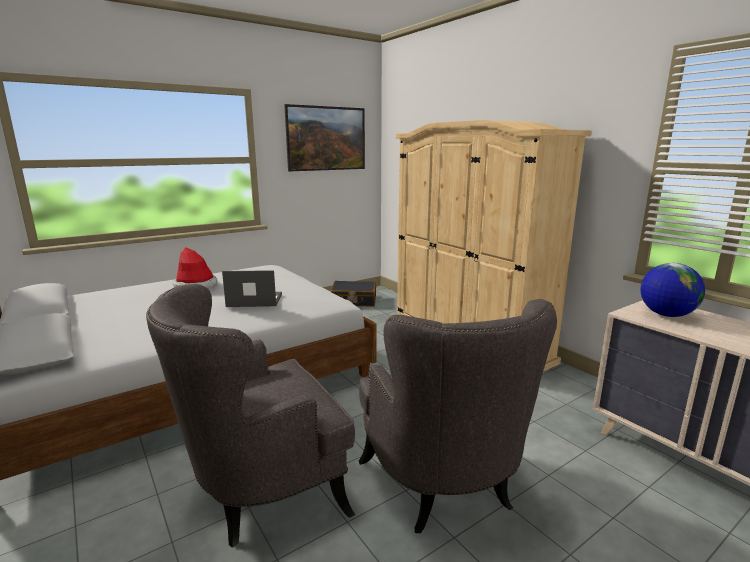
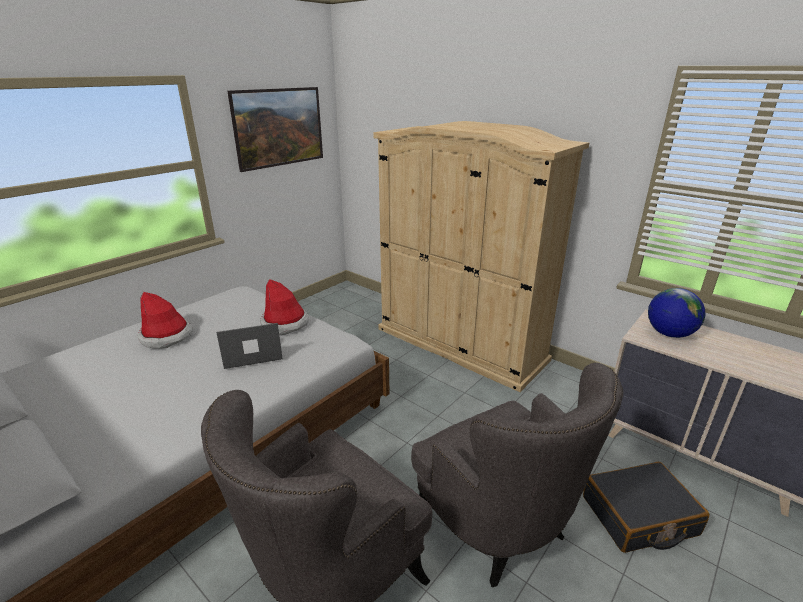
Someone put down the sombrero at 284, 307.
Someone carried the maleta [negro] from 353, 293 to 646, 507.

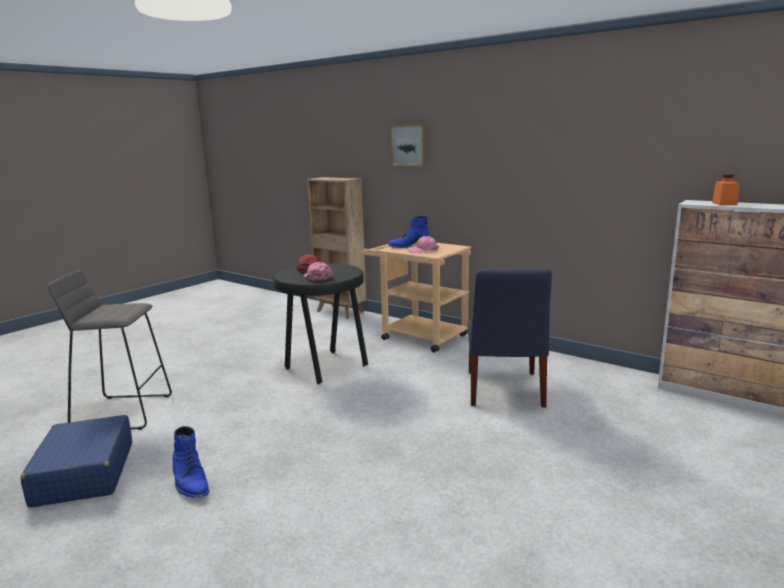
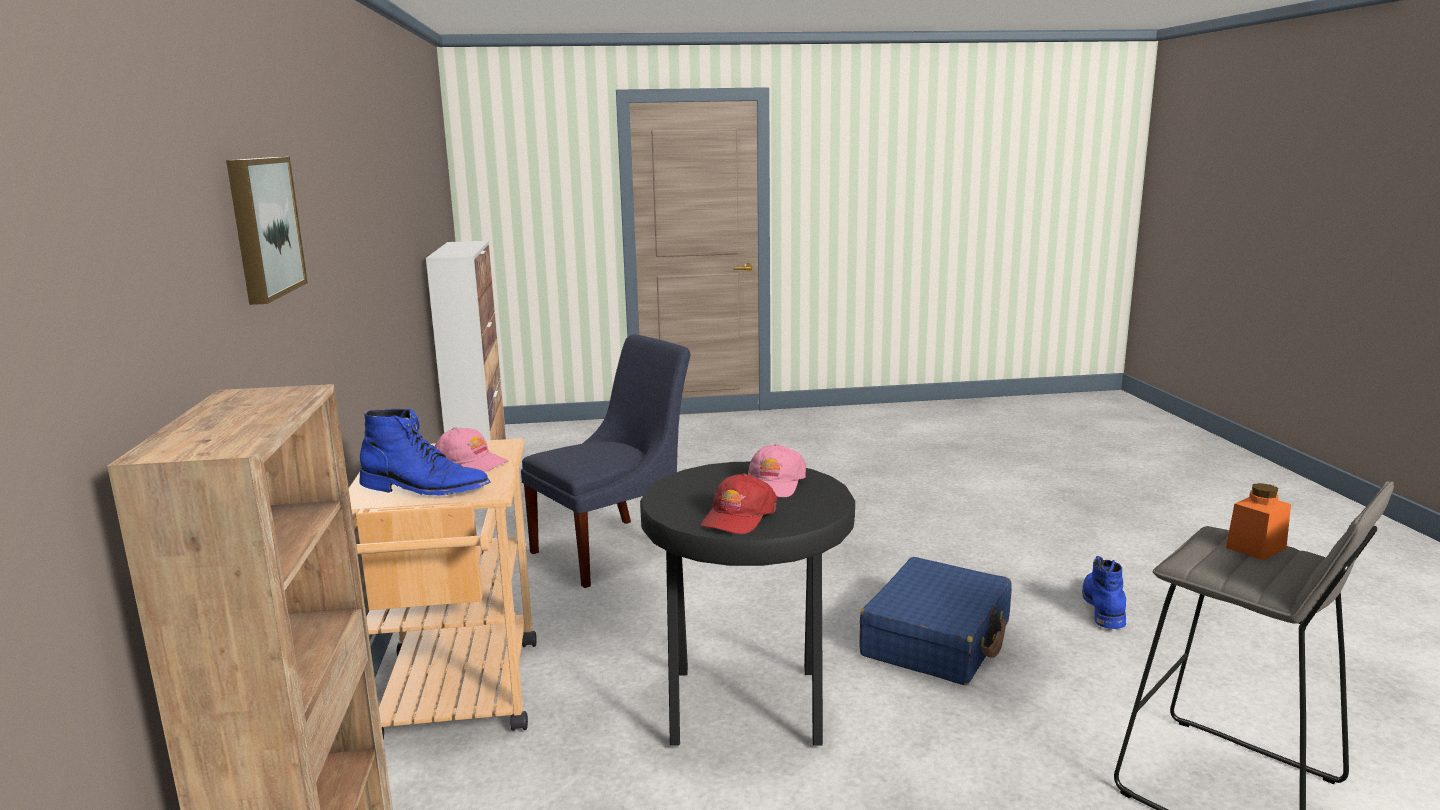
Someone carried the maleta [azul] from 76, 461 to 935, 621.
Someone carried the tarro [naranja] from 725, 189 to 1258, 521.

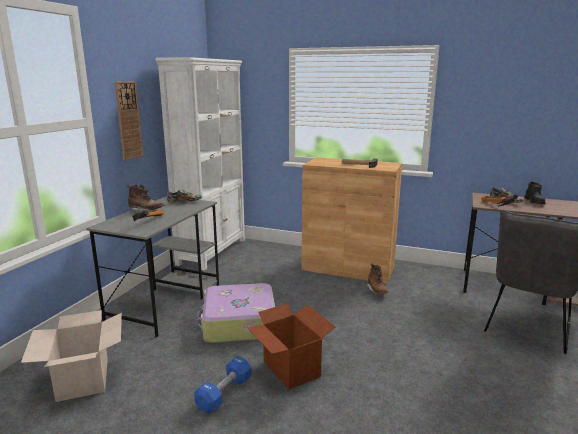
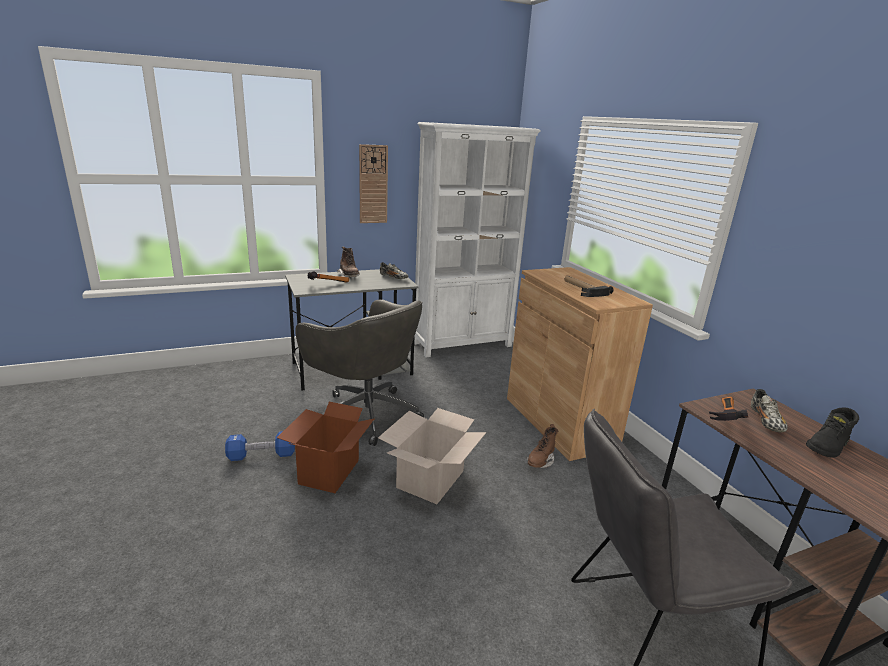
Someone carried the caja de cartón from 71, 356 to 432, 456.
Someone swapped the maleta at 235, 313 for the silla de oficina [gris] at 359, 372.

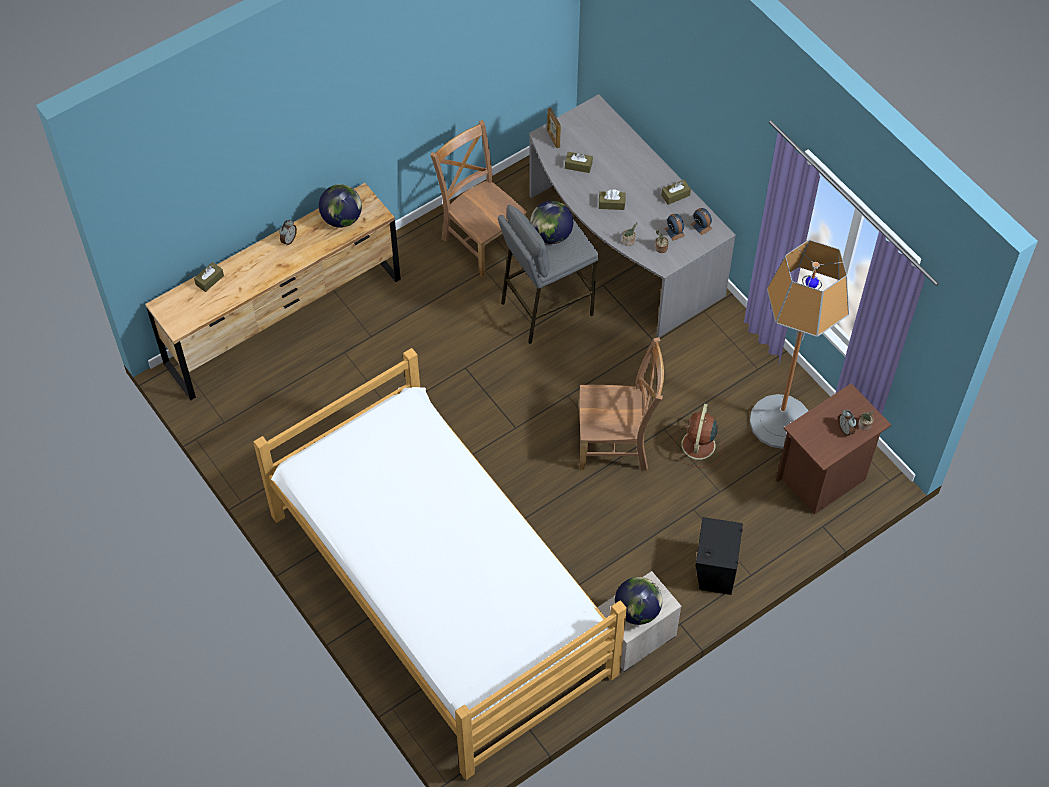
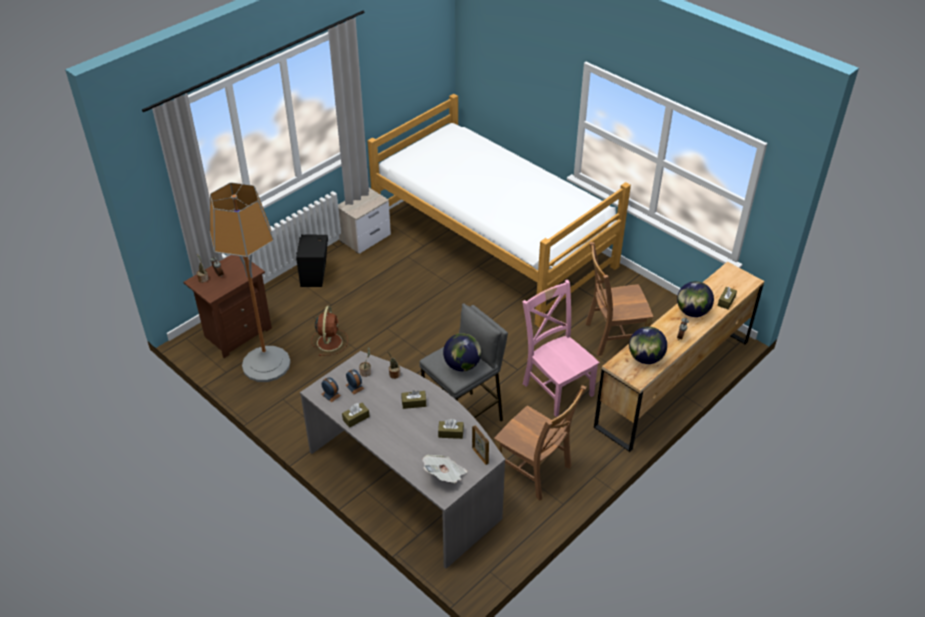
Someone put down the periódico at 444, 469.
Someone put down the silla [rosa] at 561, 348.
Someone carried the silla [marrón] from 621, 404 to 619, 299.
Someone carried the globo terráqueo from 638, 601 to 695, 299.

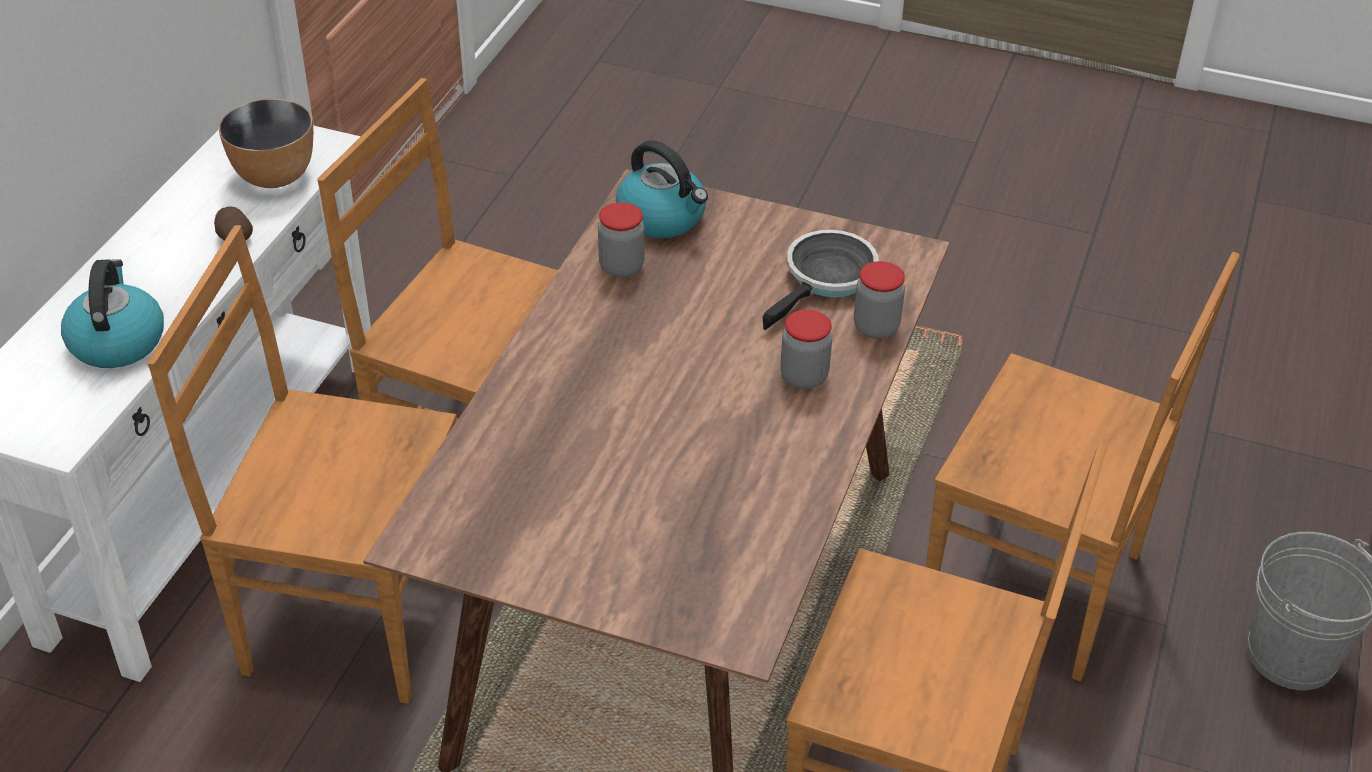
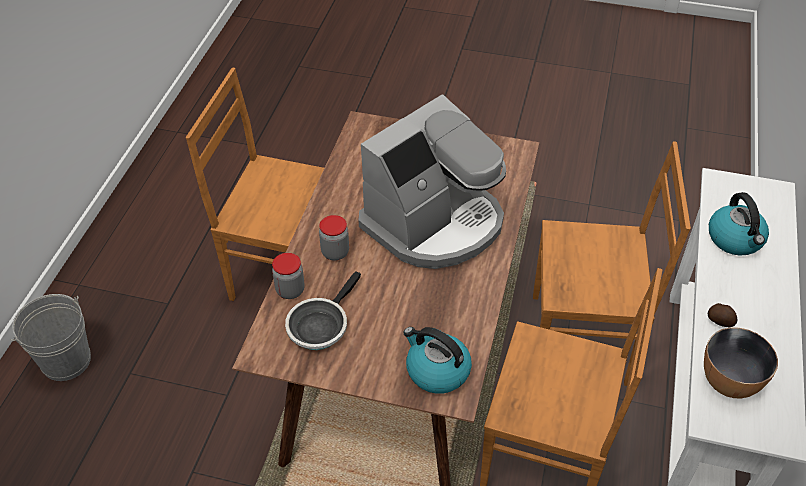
Someone took away the tarro at 621, 240.
Someone took away the silla [marrón] at 1083, 466.
Someone put down the cafetera at 432, 181.

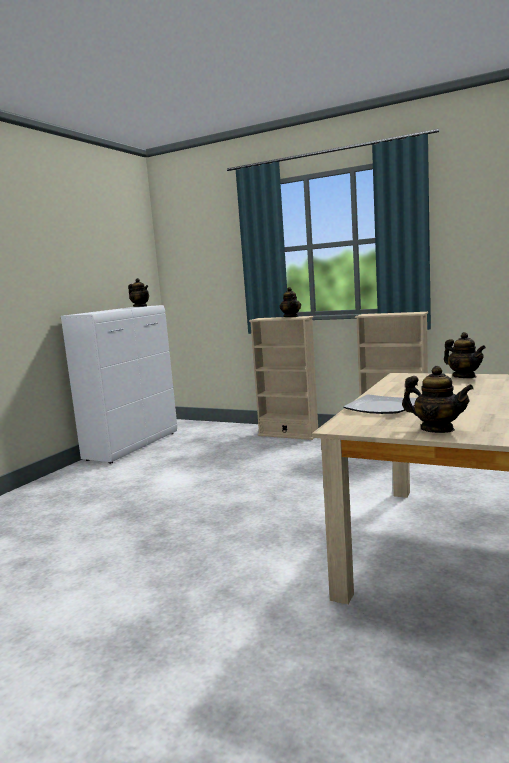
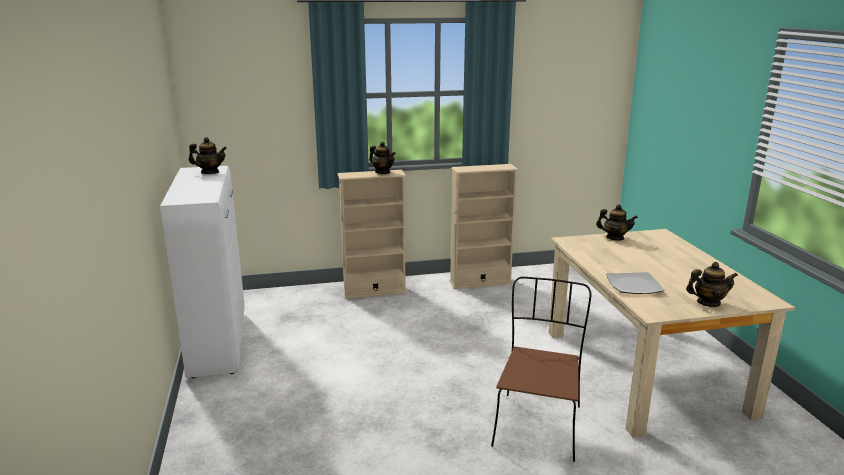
Someone put down the silla [marrón] at 541, 369.

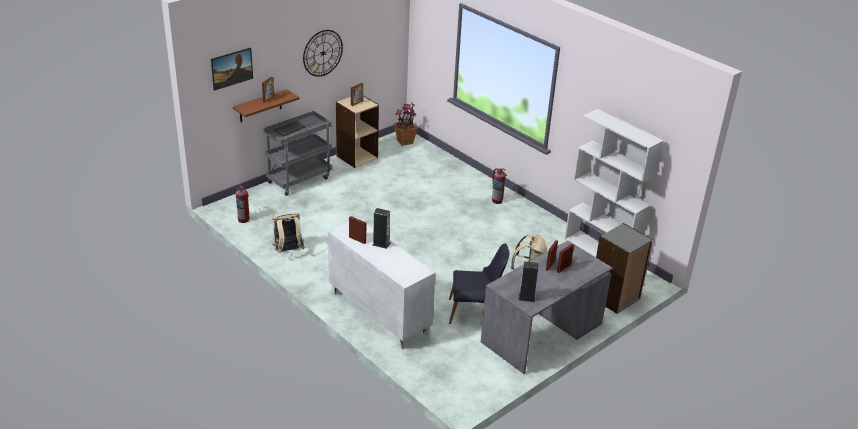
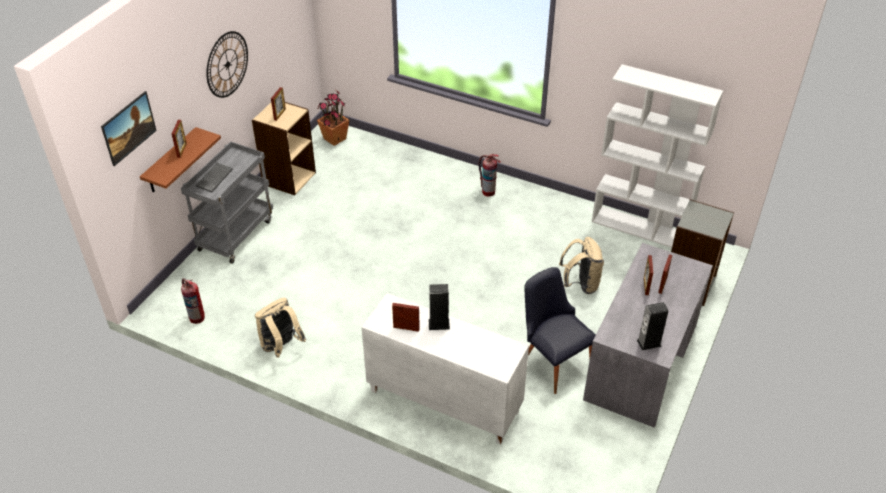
Someone rotated the silla [negro] at 479, 283 by 105 degrees counterclockwise.

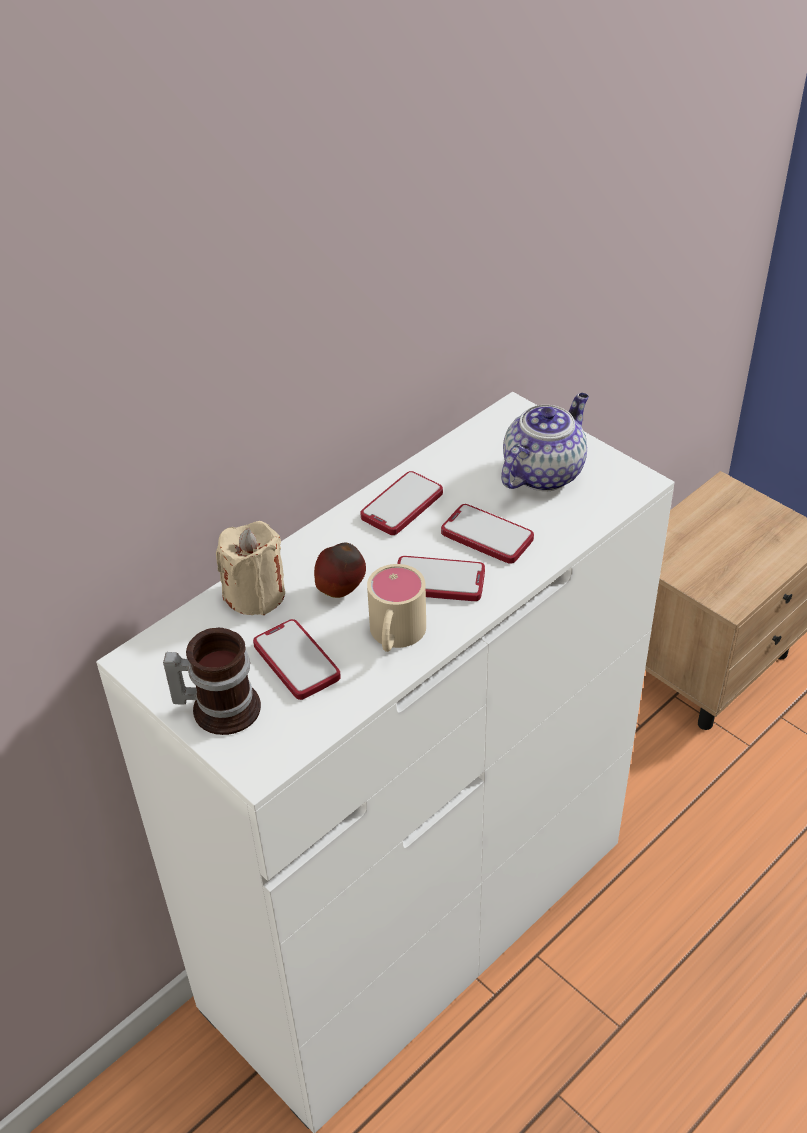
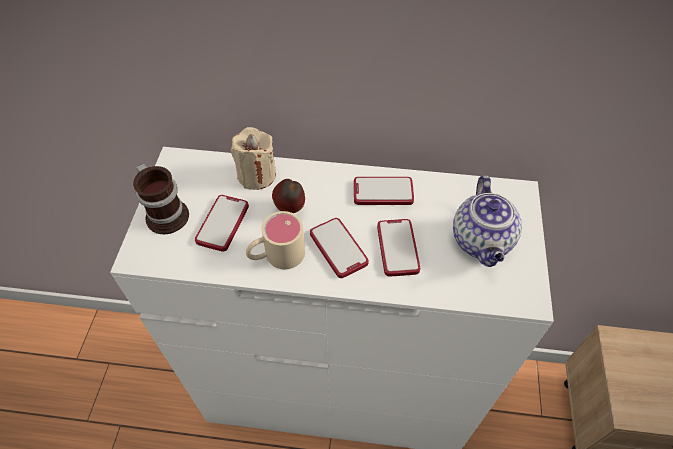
Someone rotated the tetera at 545, 442 by 90 degrees clockwise.

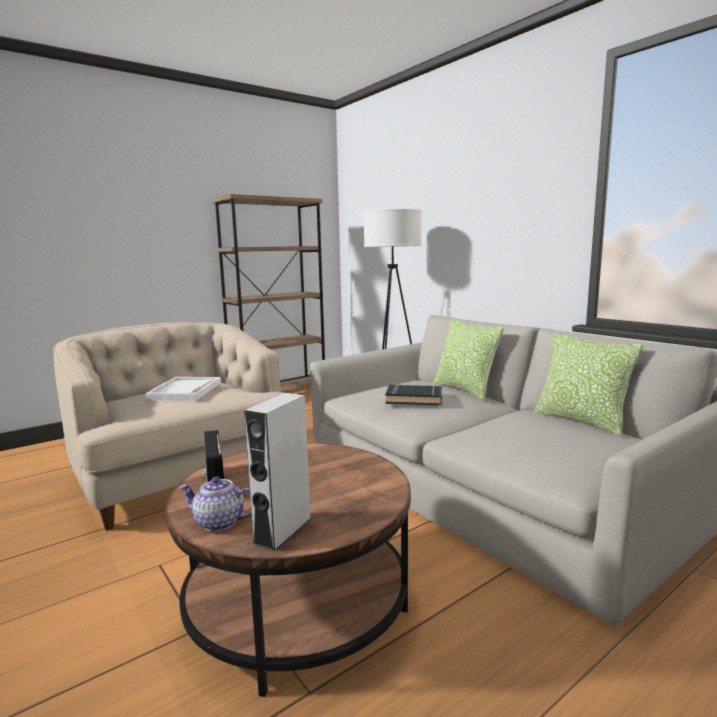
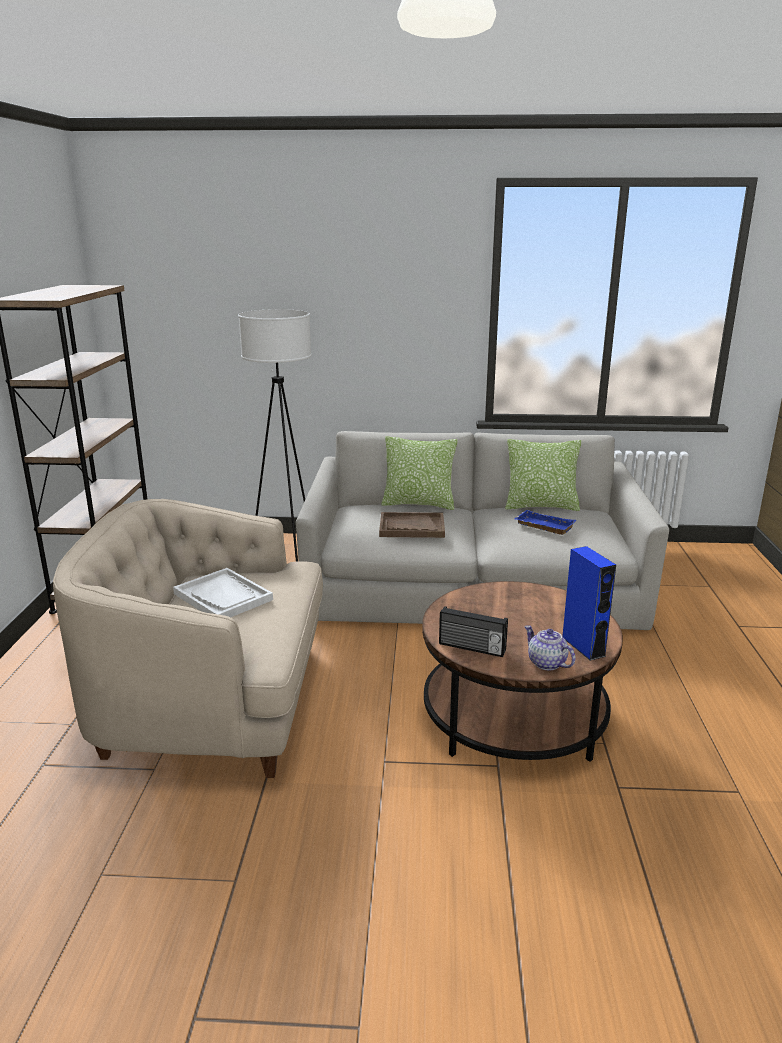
Someone put down the bandeja [azul] at 545, 522.
Someone swapped the libro [negro] at 413, 395 for the bandeja [marrón] at 412, 525.
Someone repainted the altavoz [gris] at 278, 472, which became the altavoz [azul] at 589, 603.
Someone rotated the tetera at 215, 504 by 90 degrees clockwise.

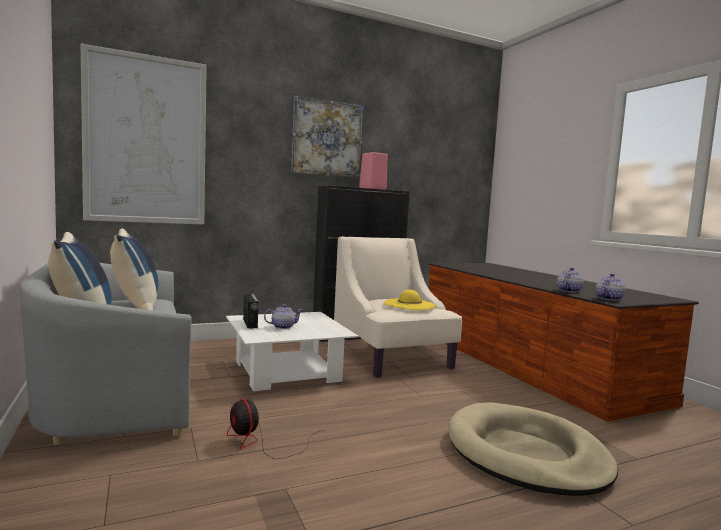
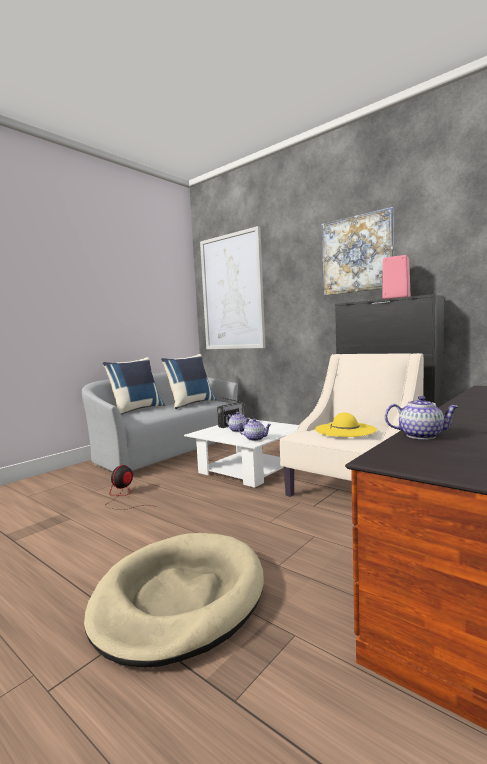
Someone carried the tetera from 610, 287 to 255, 430.

